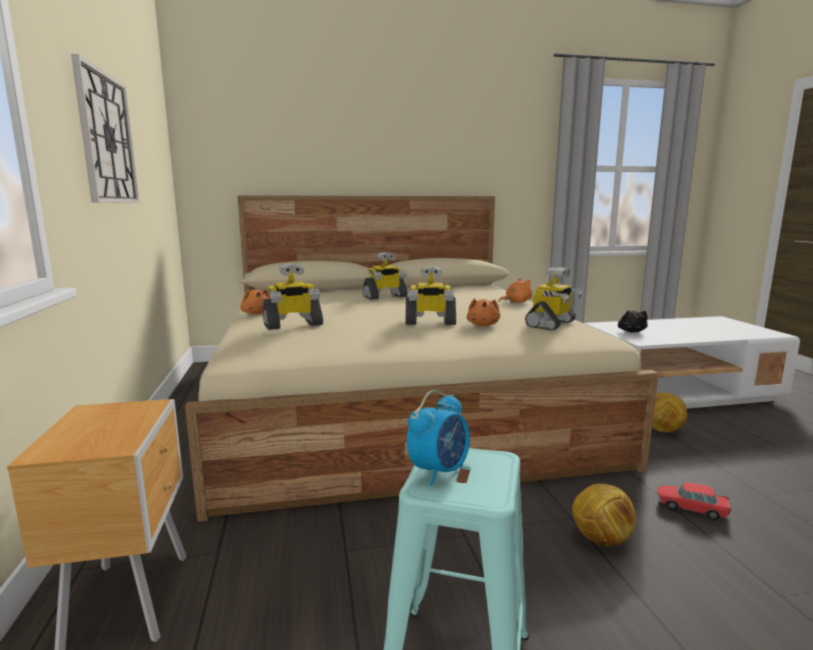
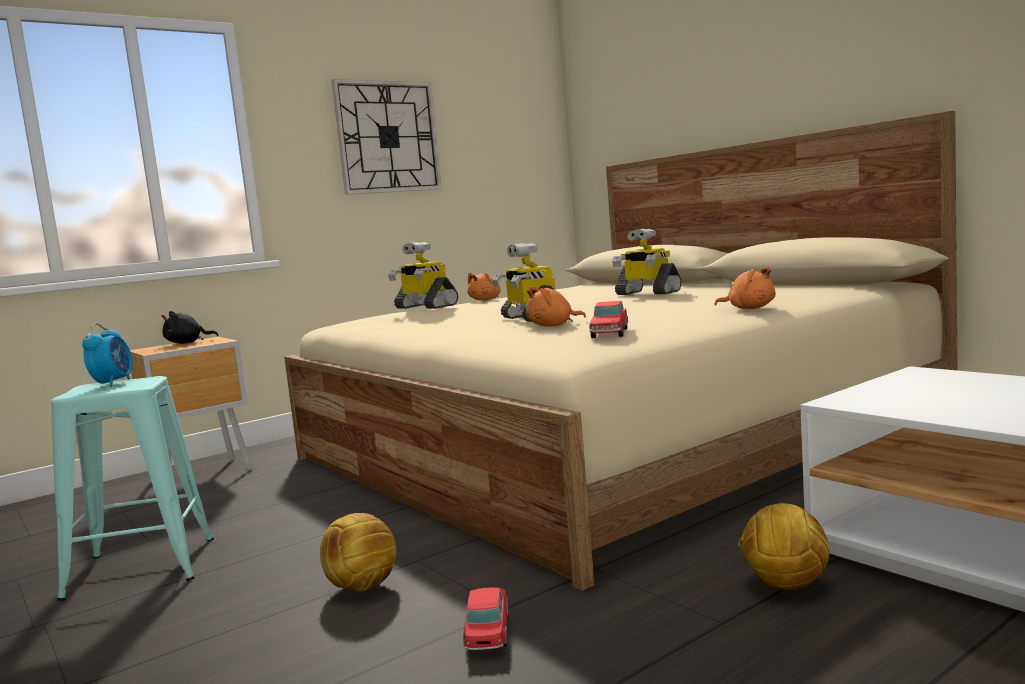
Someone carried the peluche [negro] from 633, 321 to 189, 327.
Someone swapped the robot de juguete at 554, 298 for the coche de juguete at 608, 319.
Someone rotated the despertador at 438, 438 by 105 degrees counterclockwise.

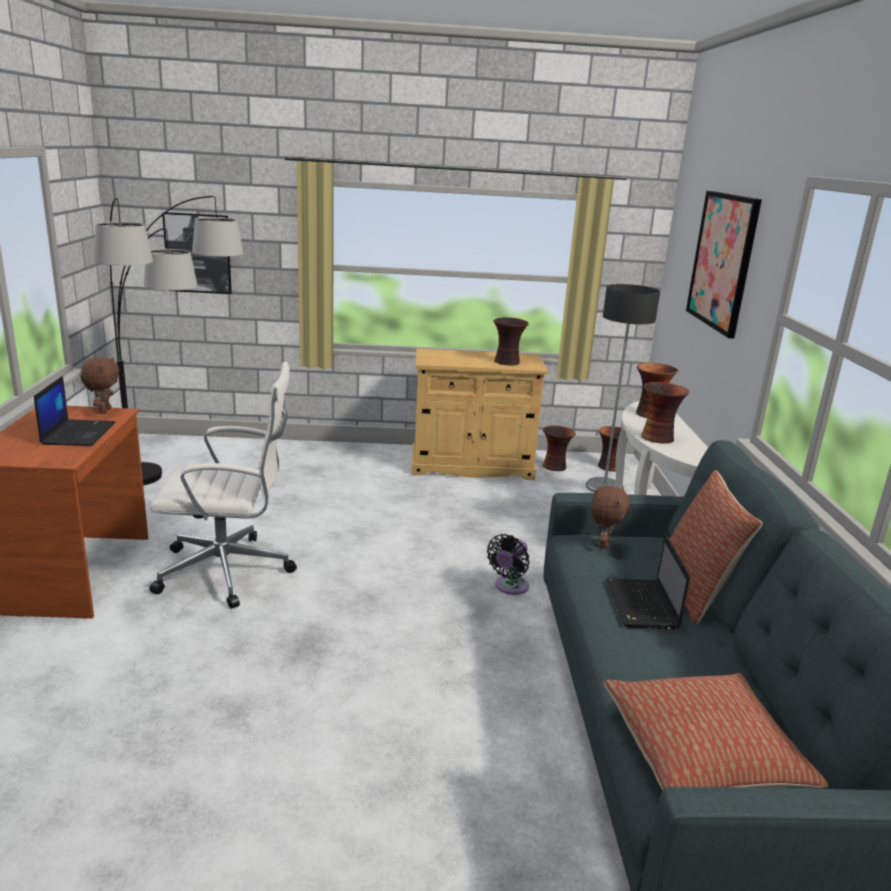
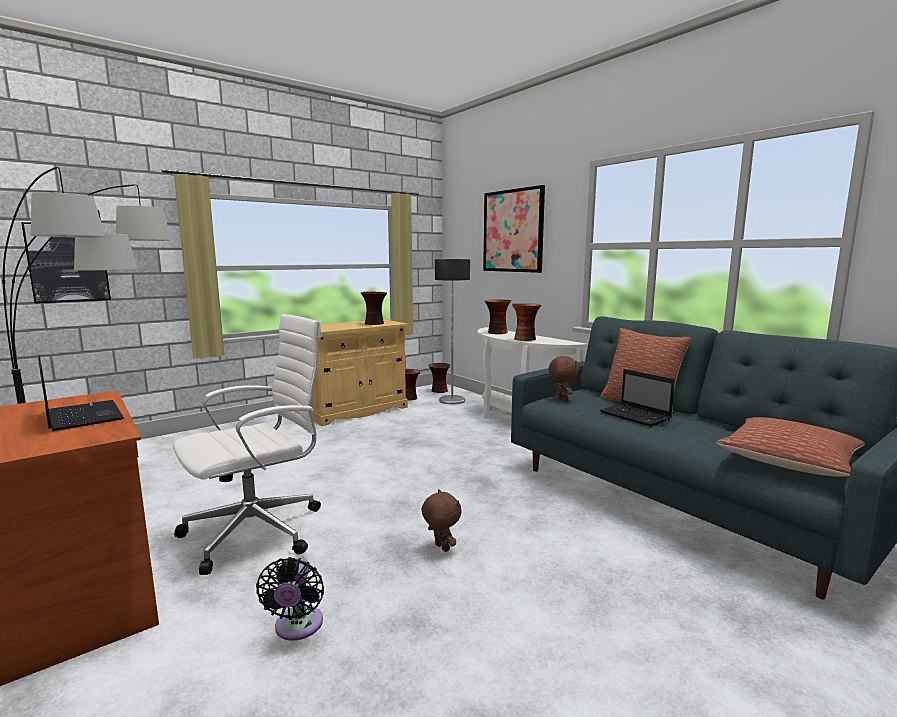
Someone carried the peluche [marrón] from 99, 385 to 441, 520.
Someone carried the ventilador [negro] from 508, 564 to 290, 599.

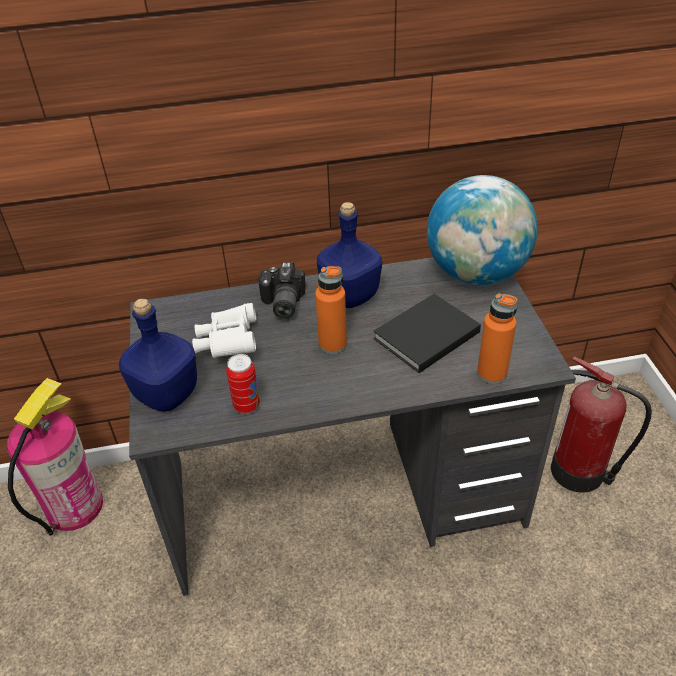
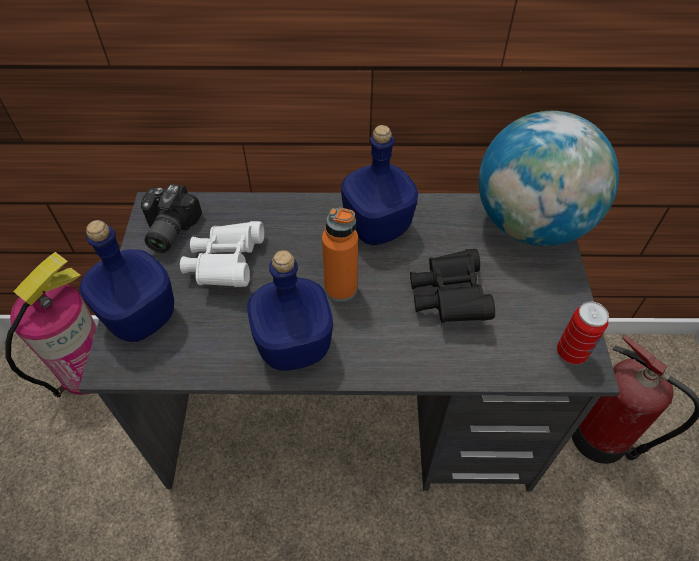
Someone took away the botella [naranja] at 497, 338.
Someone put down the botella [azul] at 290, 310.
Someone carried the lata from 243, 384 to 583, 333.
Someone carried the cámara from 282, 290 to 171, 218.
Someone swapped the libro [negro] at 427, 333 for the prismáticos [negro] at 452, 286.

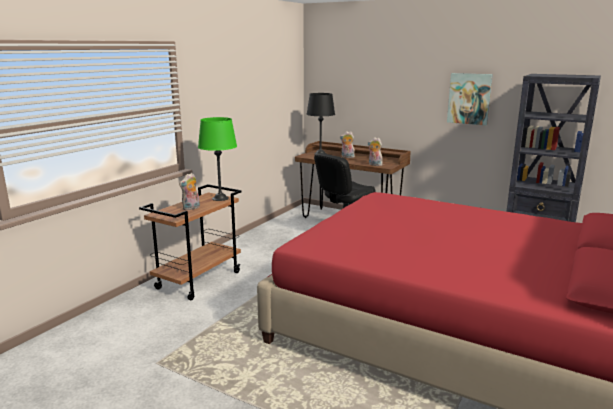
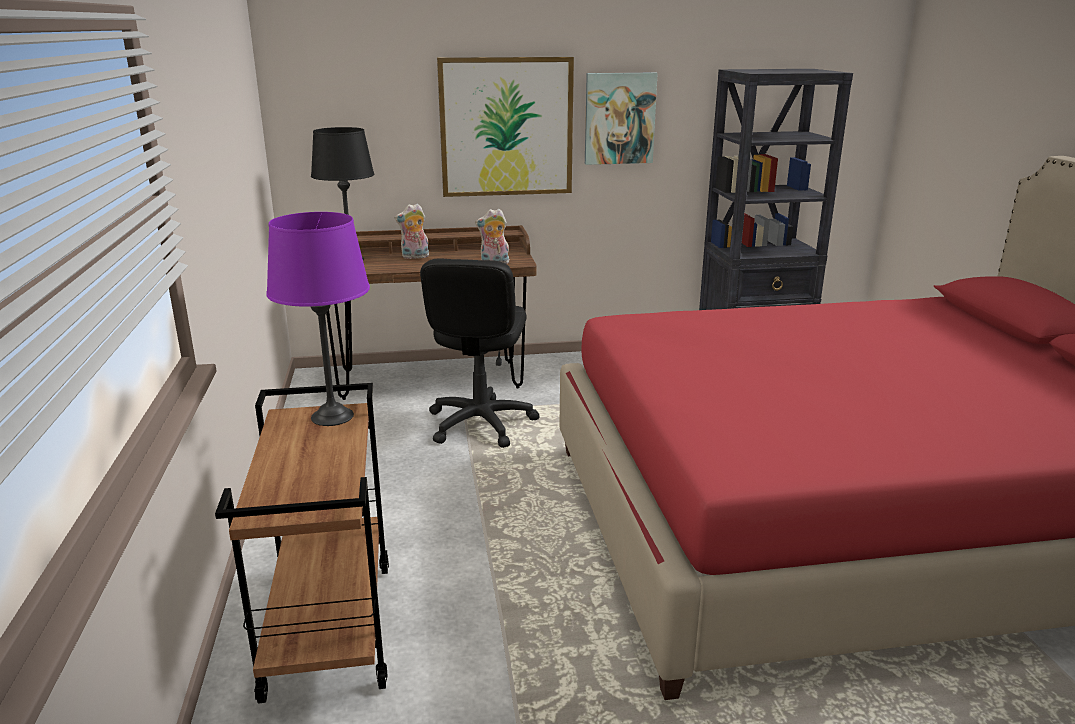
Someone took away the peluche at 189, 191.
Someone put up the cuadro at 505, 127.
Someone repainted the lámpara de mesa [verde] at 217, 159, which became the lámpara de mesa [morado] at 318, 319.

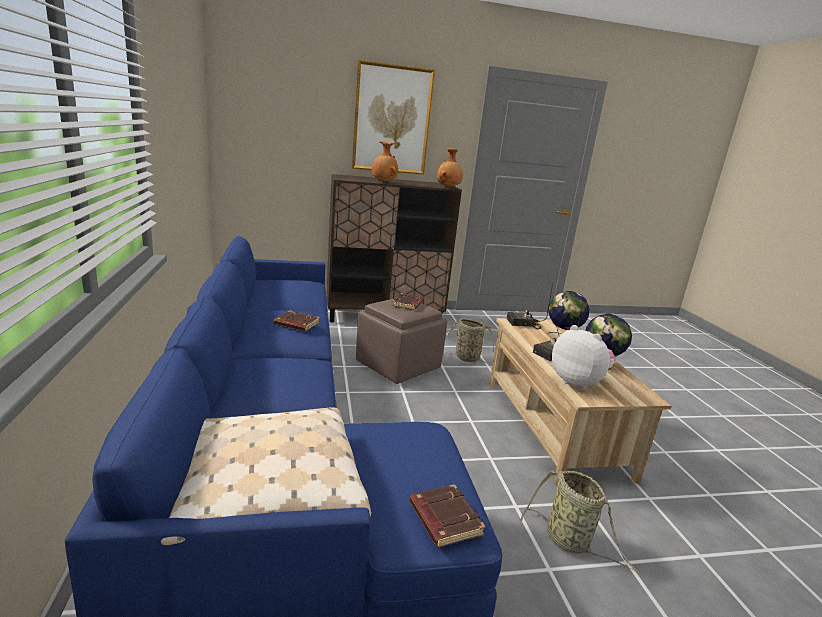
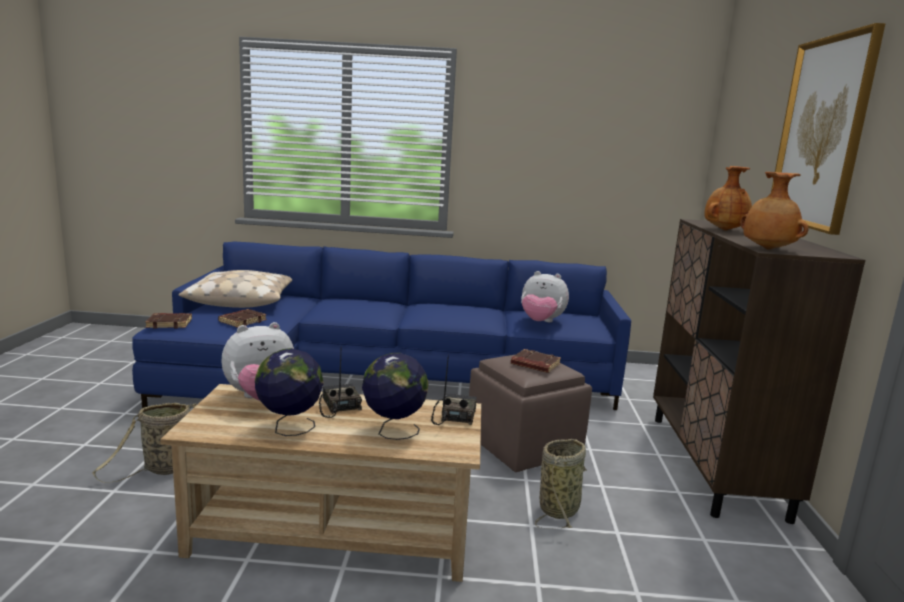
Someone put down the peluche at 545, 296.
Someone carried the libro [marrón] from 297, 321 to 242, 318.

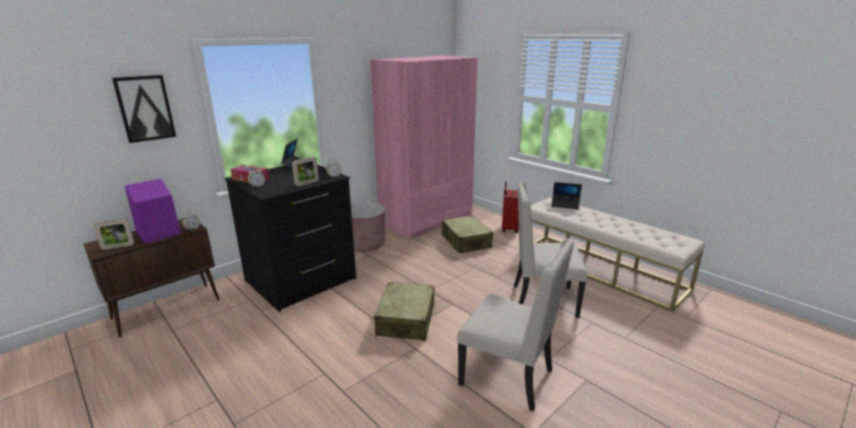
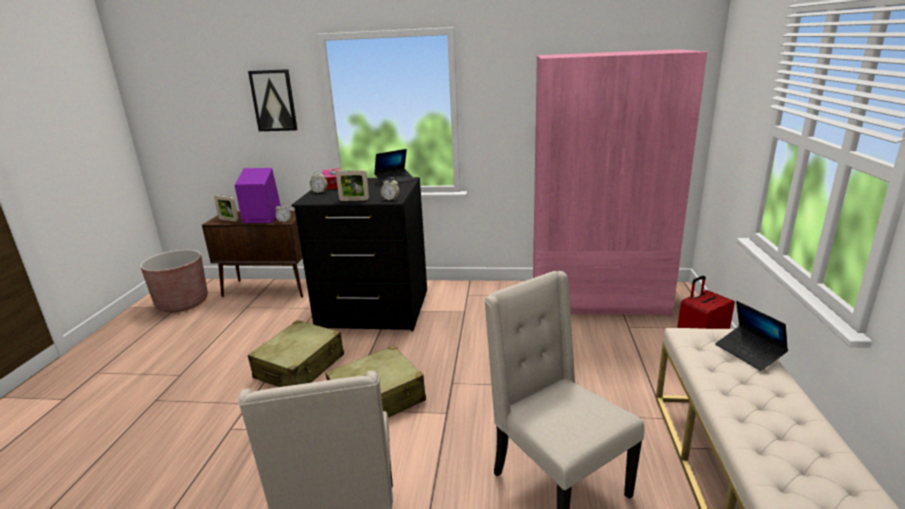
Someone carried the maceta [marrón] from 368, 227 to 174, 280.
Someone carried the maleta [beis] from 467, 234 to 296, 353.

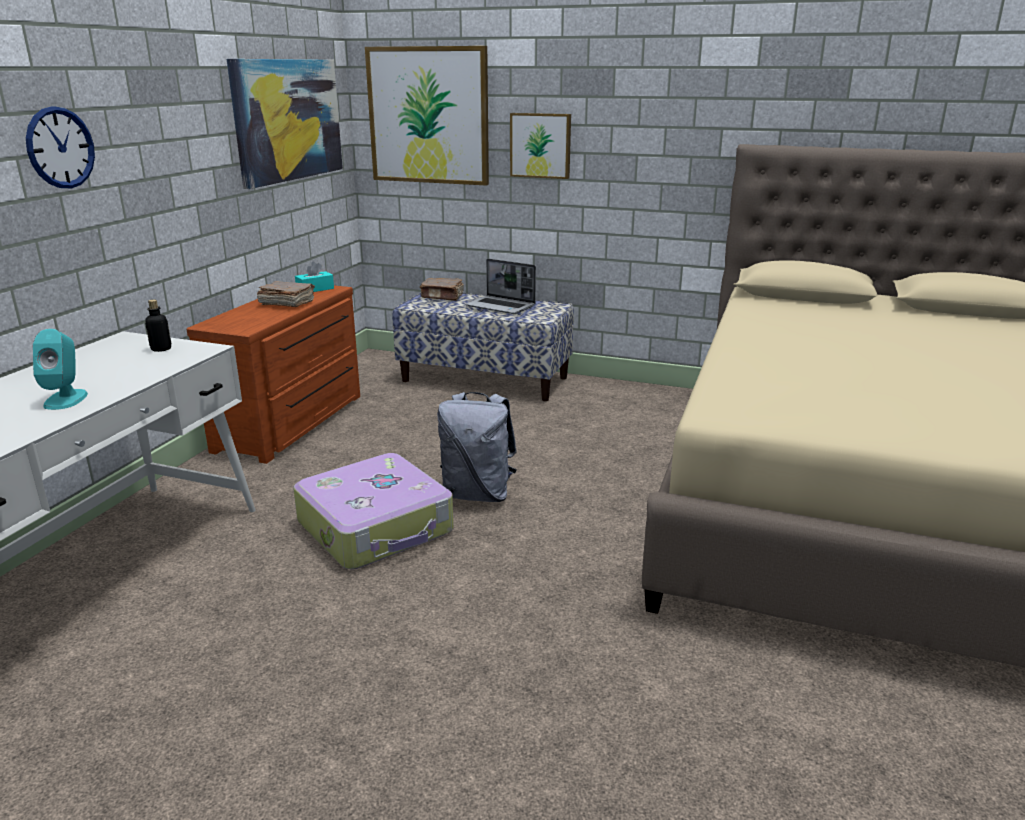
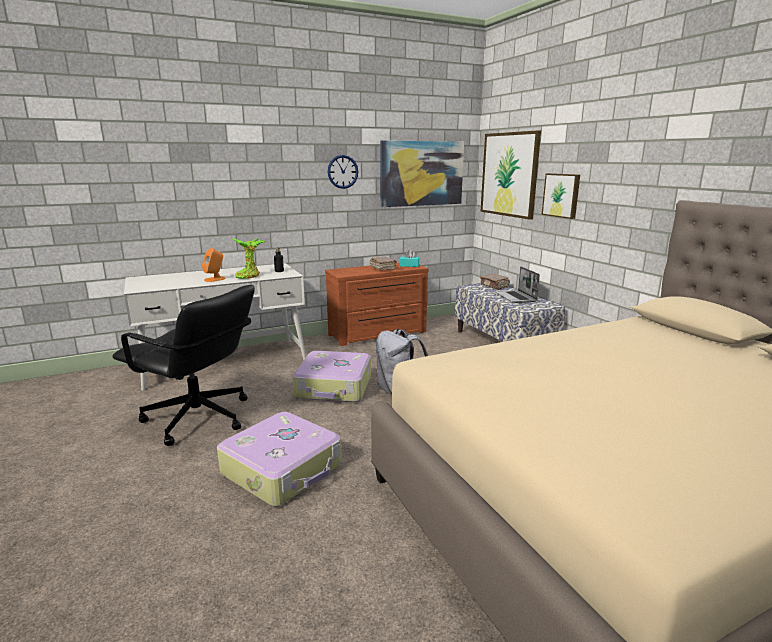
Someone put down the silla de oficina [negro] at 183, 365.
Someone put down the maleta at 279, 459.
Someone put down the planta en maceta at 249, 259.
Someone carried the reloj de pared from 60, 147 to 343, 172.
Someone repainted the altavoz [turquesa] at 60, 369, which became the altavoz [naranja] at 214, 265.

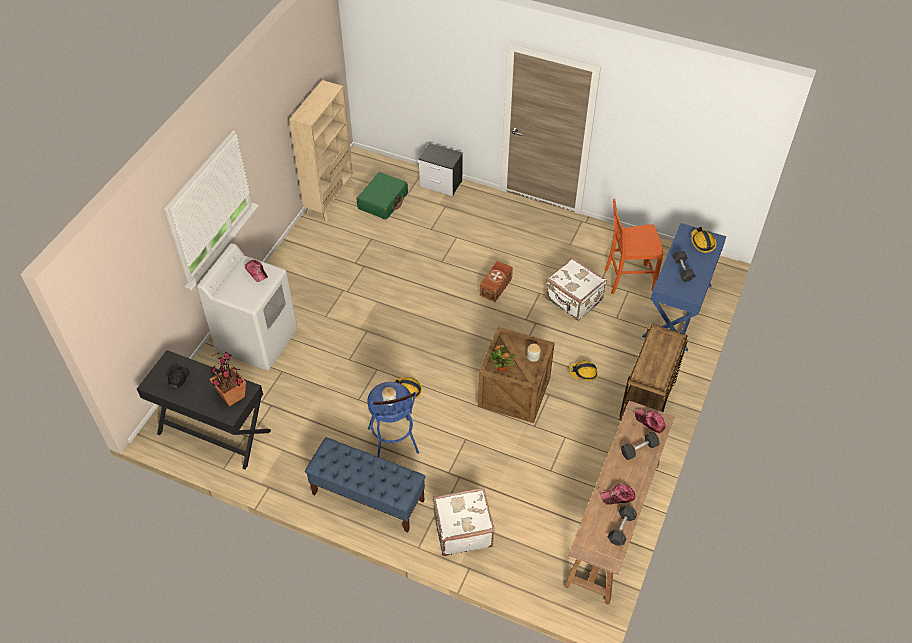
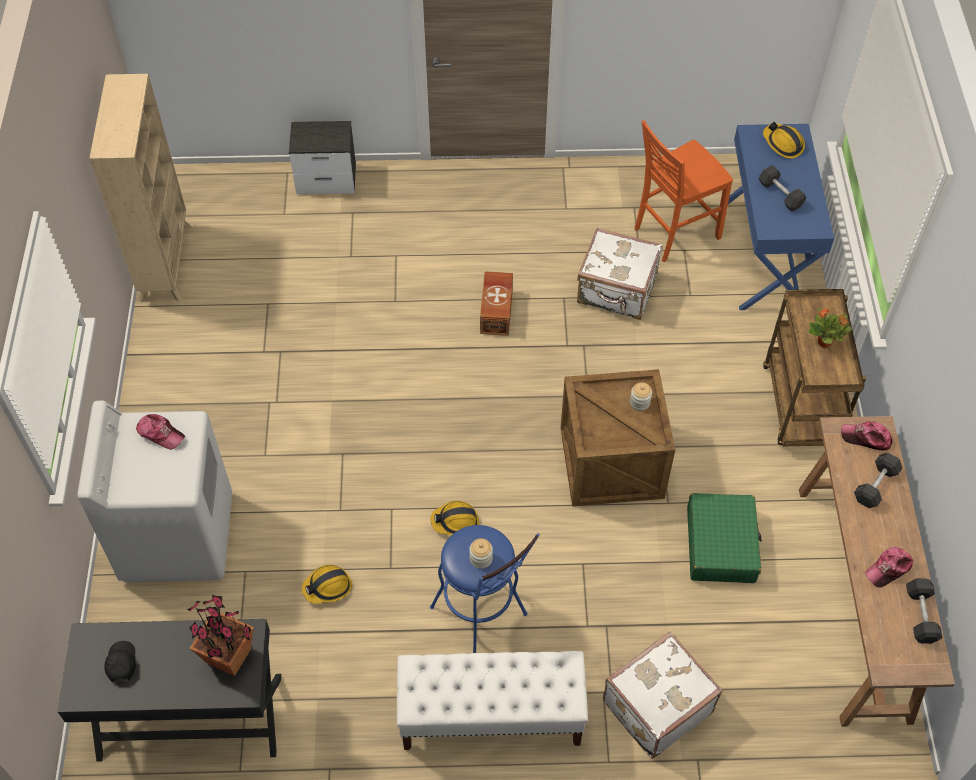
Someone carried the maleta [verde] from 382, 196 to 724, 538.
Someone carried the planta en maceta from 502, 358 to 830, 327.
Someone carried the casco from 583, 371 to 326, 584.
Someone repainted the banco [azul] at 365, 485, which became the banco [blanco] at 492, 700.

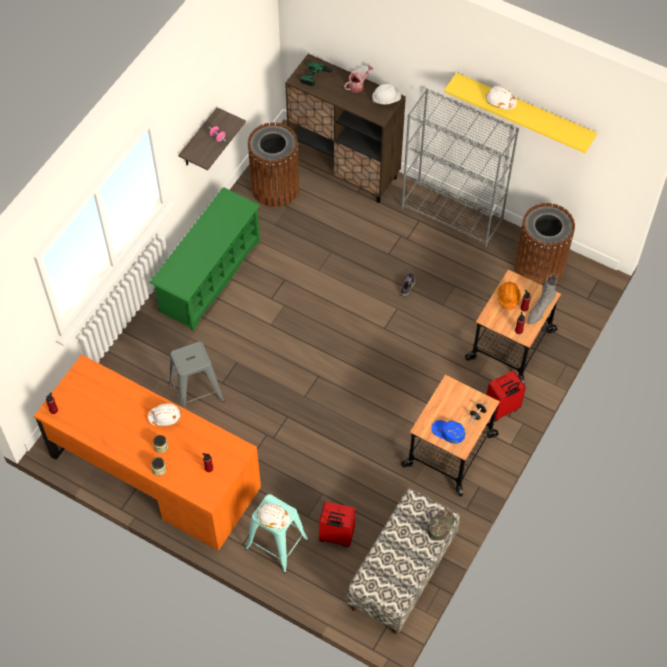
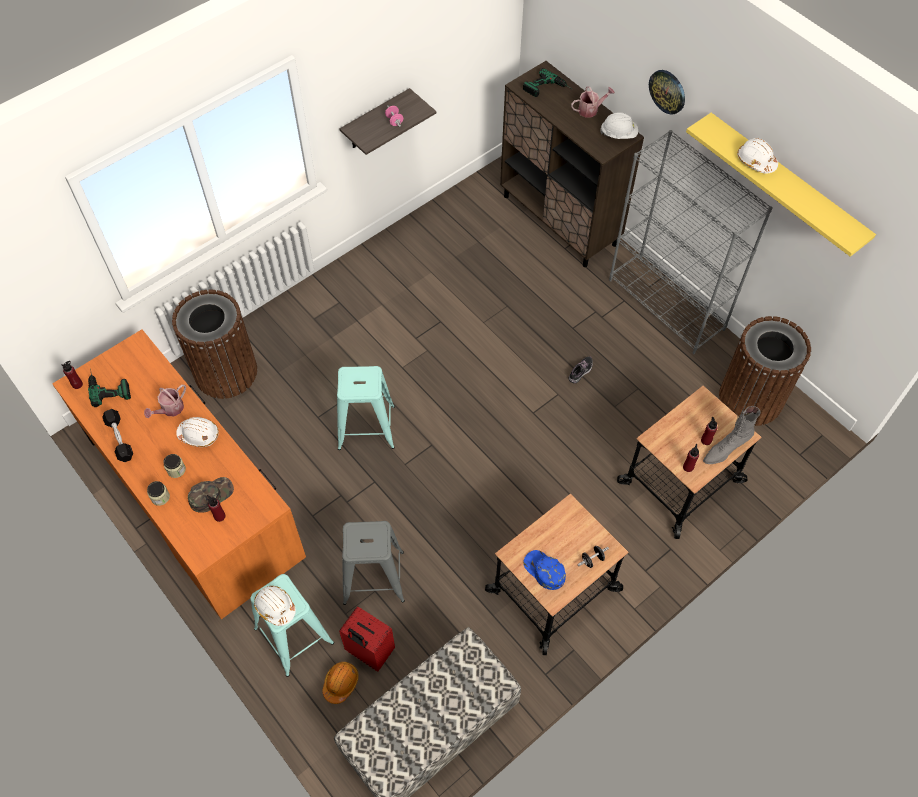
Someone took away the zapatero [verde] at 204, 259.
Someone took away the maleta [rojo] at 506, 396.
Someone put down the taladro at 109, 388.
Someone put down the mancuerna [negro] at 117, 435.
Someone put down the regadera at 165, 401.
Someone put down the taburete [turquesa] at 366, 408.
Someone put up the reloj de pared at 667, 92.
Someone carried the taburete [gris] from 196, 375 to 373, 563.
Someone carried the papelera [marrón] from 273, 164 to 214, 344.
Someone carried the gorra [verde] from 441, 525 to 211, 495.
Someone carried the casco [naranja] from 509, 296 to 340, 683.

